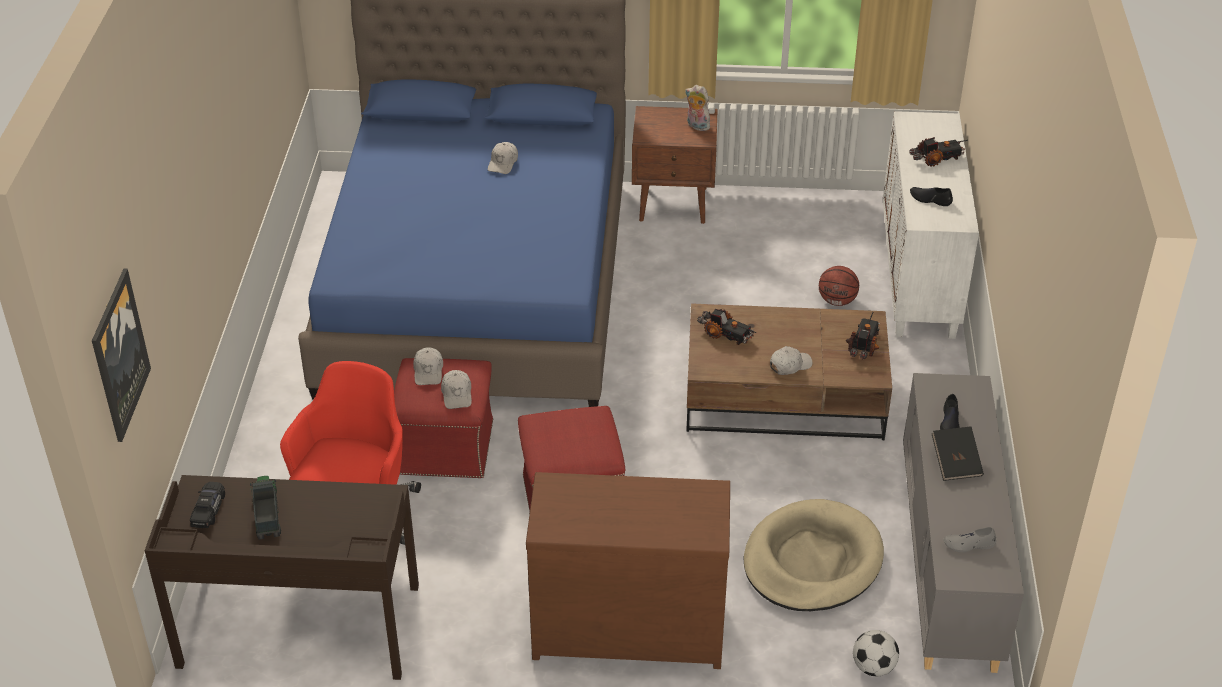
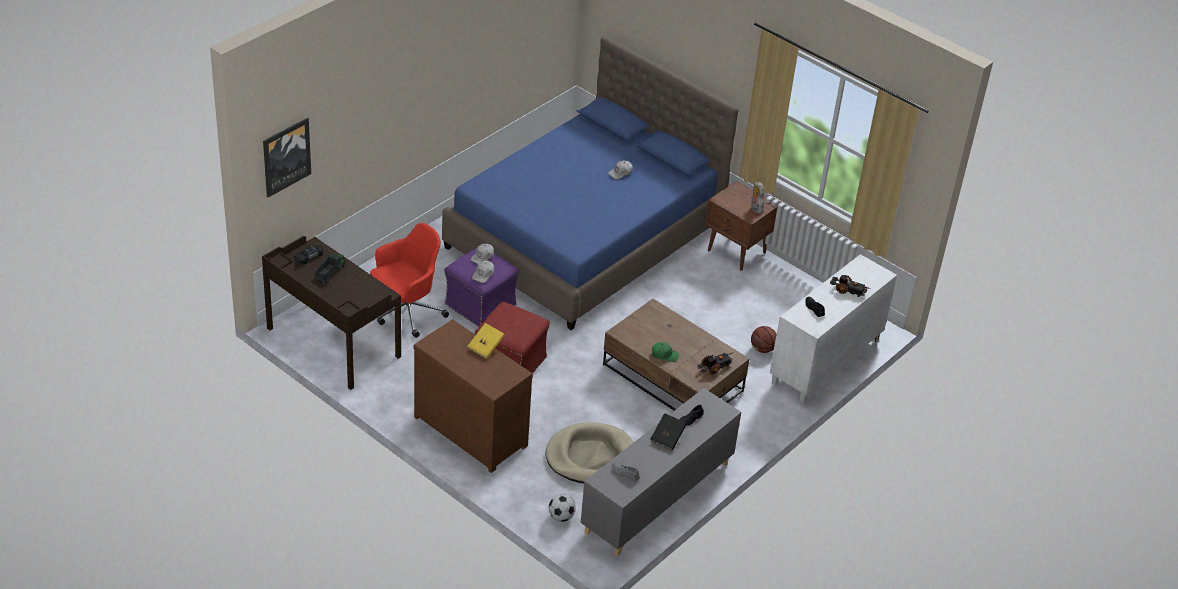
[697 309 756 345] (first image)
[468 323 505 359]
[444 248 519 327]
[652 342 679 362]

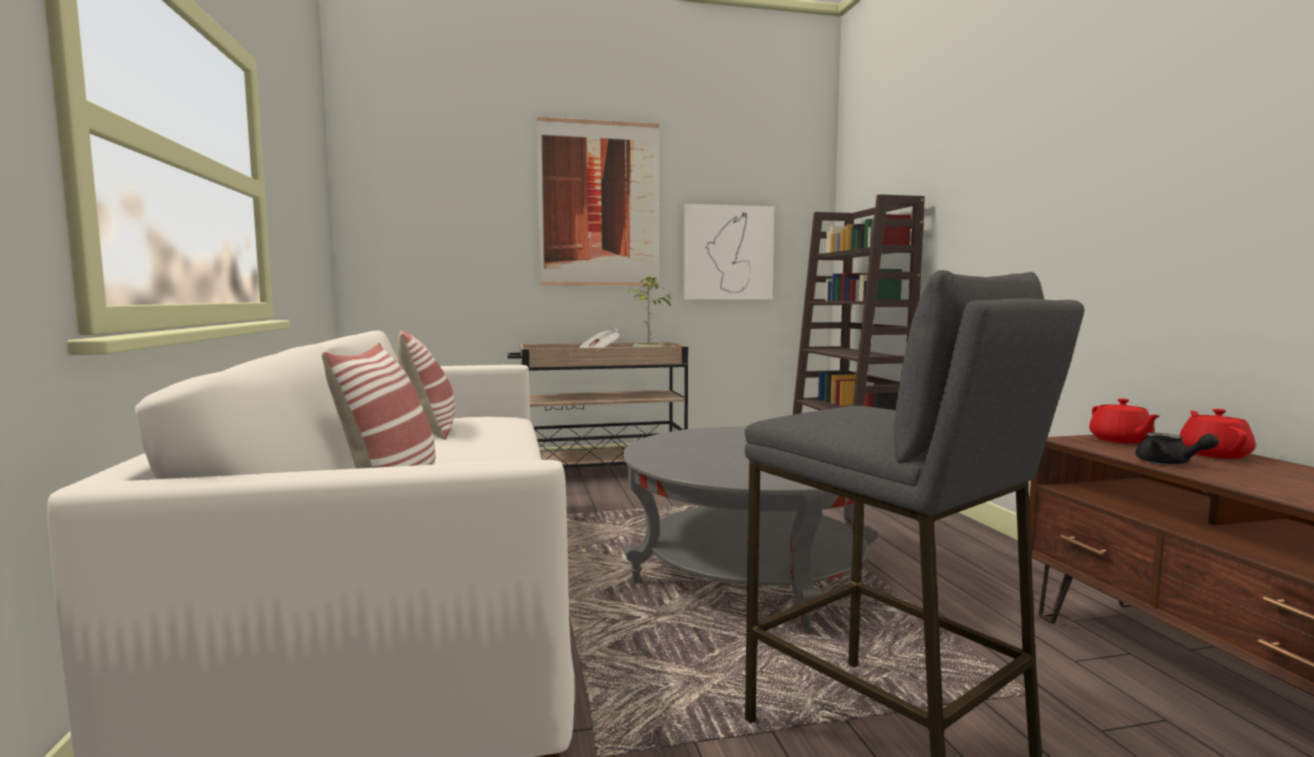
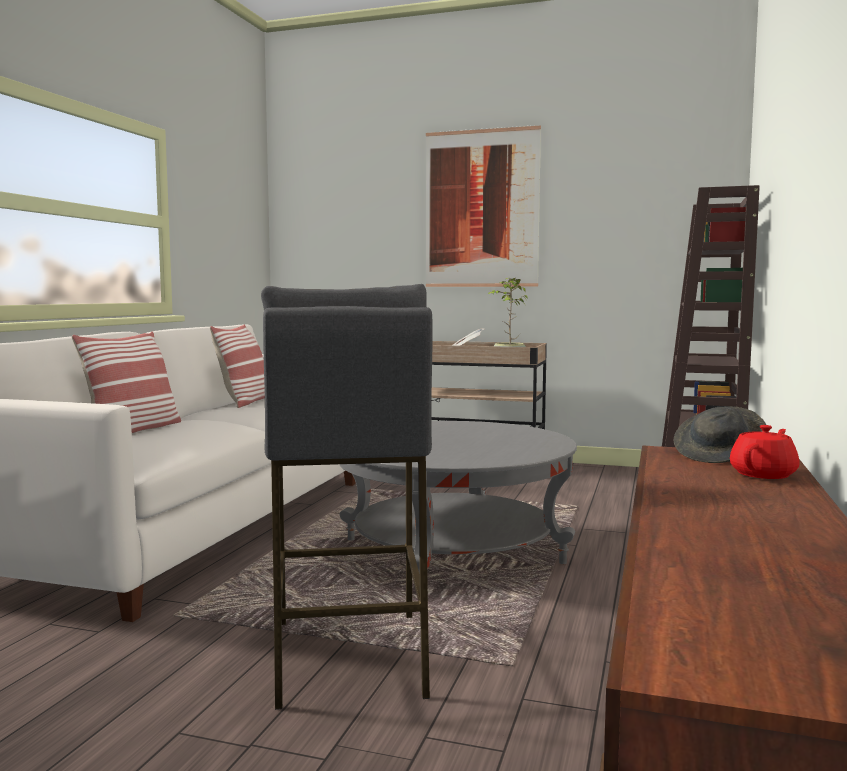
[683 204 775 300] (first image)
[1135 433 1219 465] (first image)
[673 406 766 463]

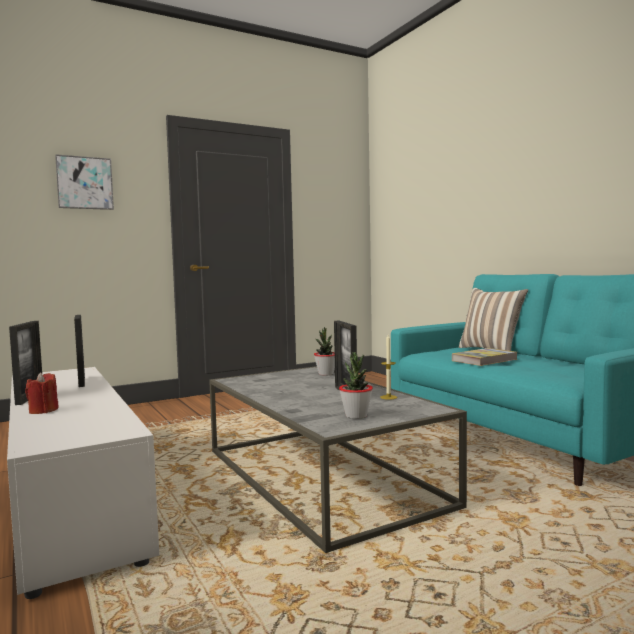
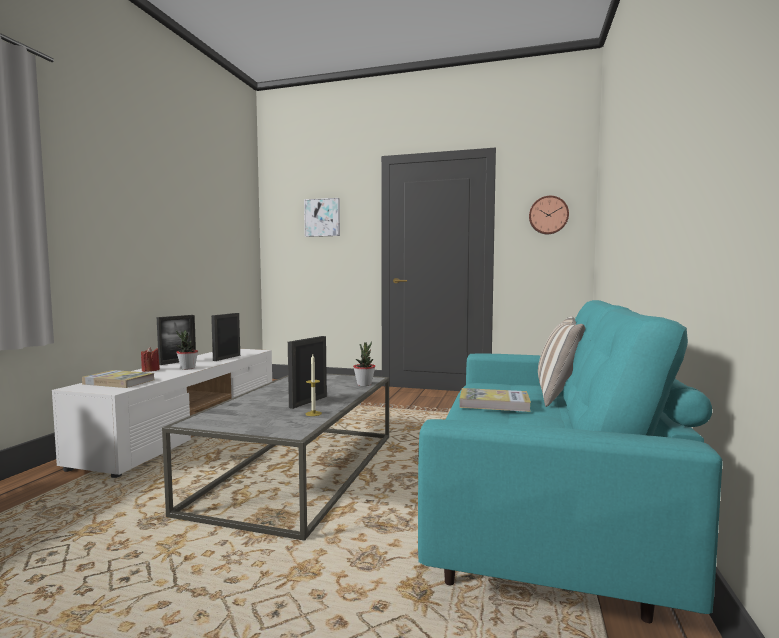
[82 370 154 388]
[529 196 569 234]
[176 330 198 370]

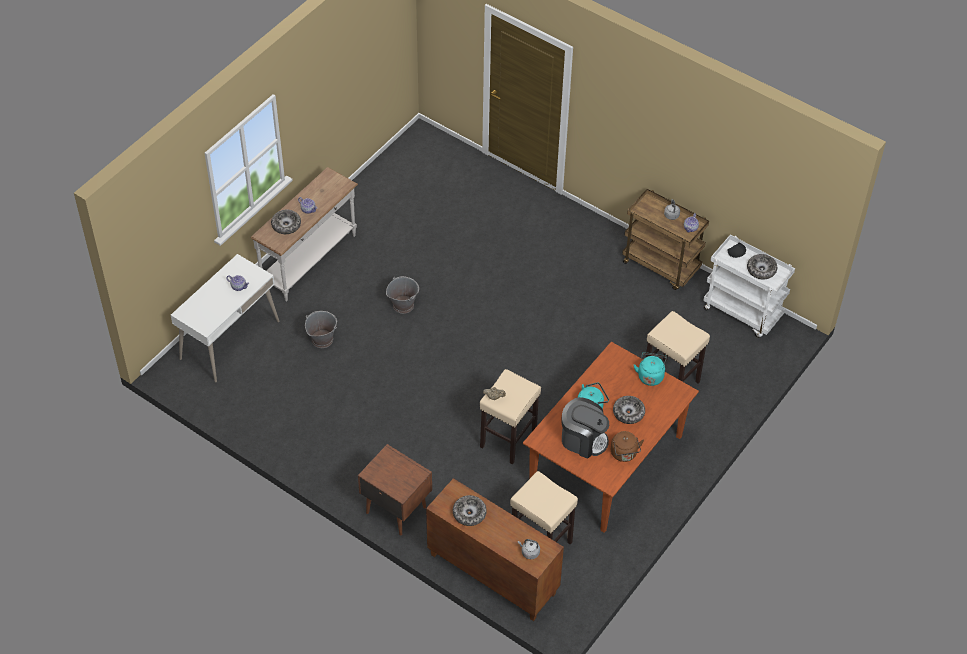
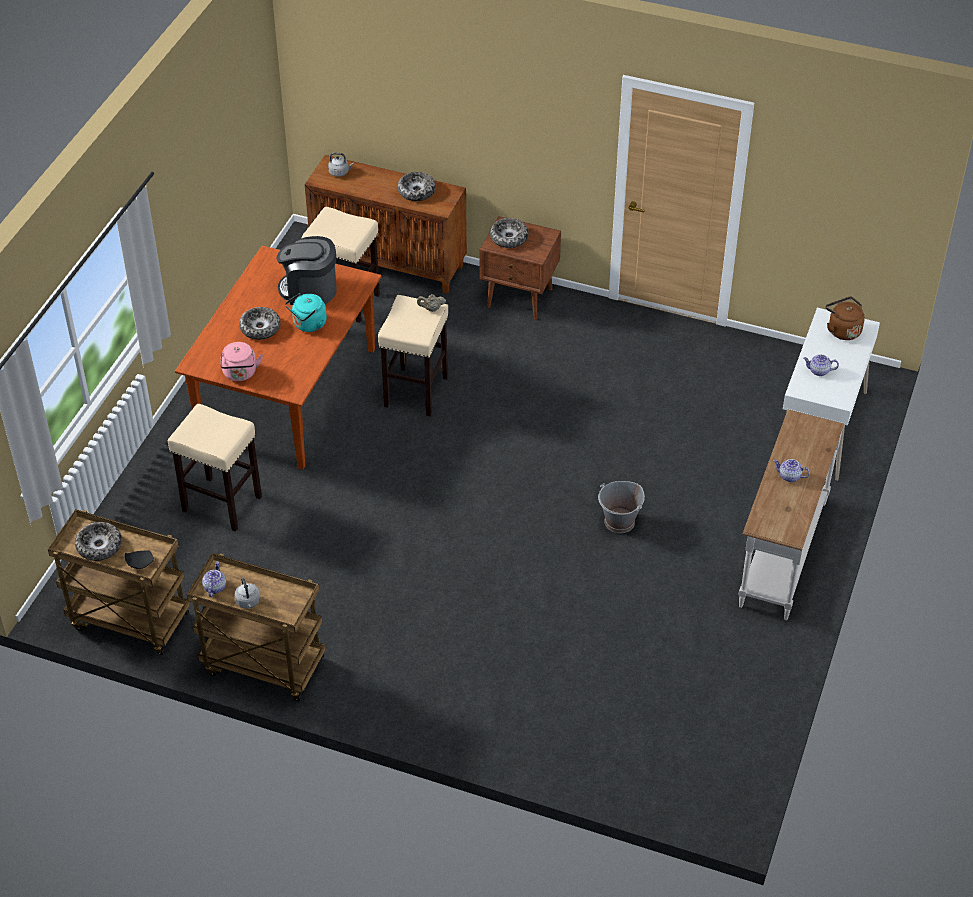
[305 311 337 348] (first image)
[490 218 529 248]
[825 297 865 340]
[220 342 263 381]
[48 509 190 655]

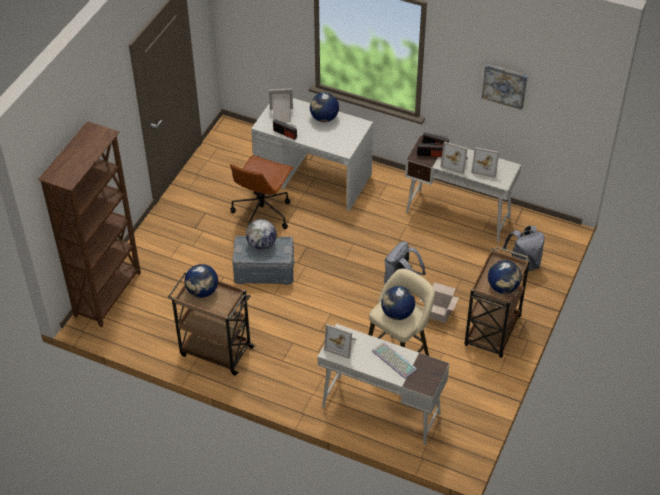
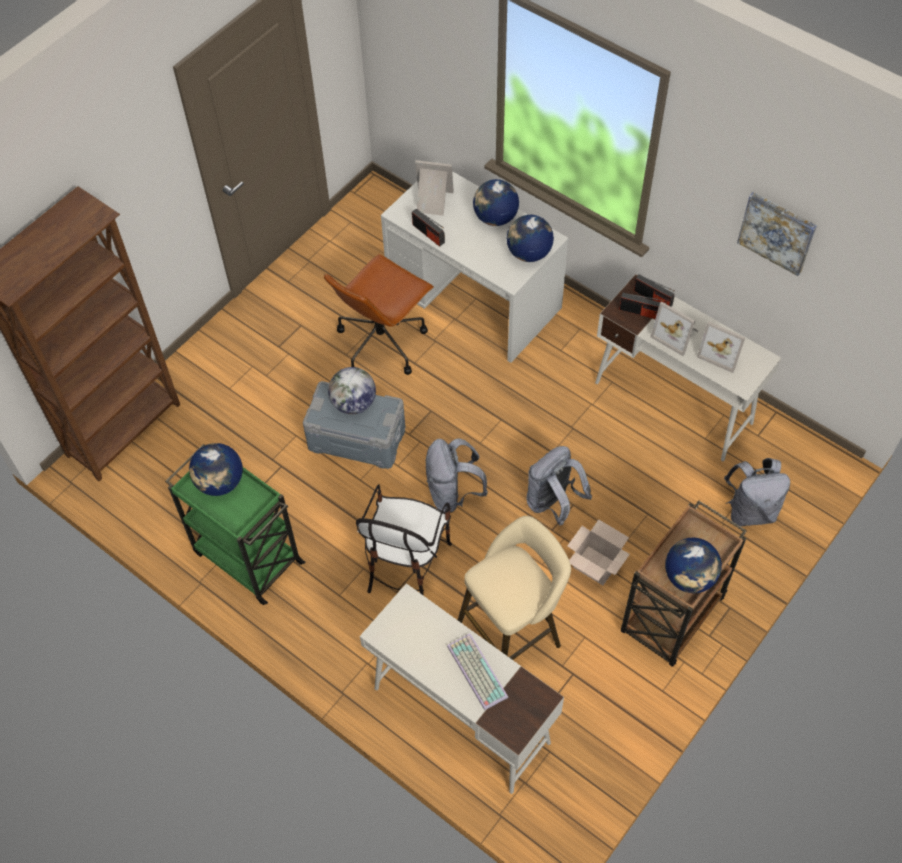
[324 324 356 359] (first image)
[356 484 452 596]
[426 438 488 513]
[507 215 554 262]
[165 444 305 605]

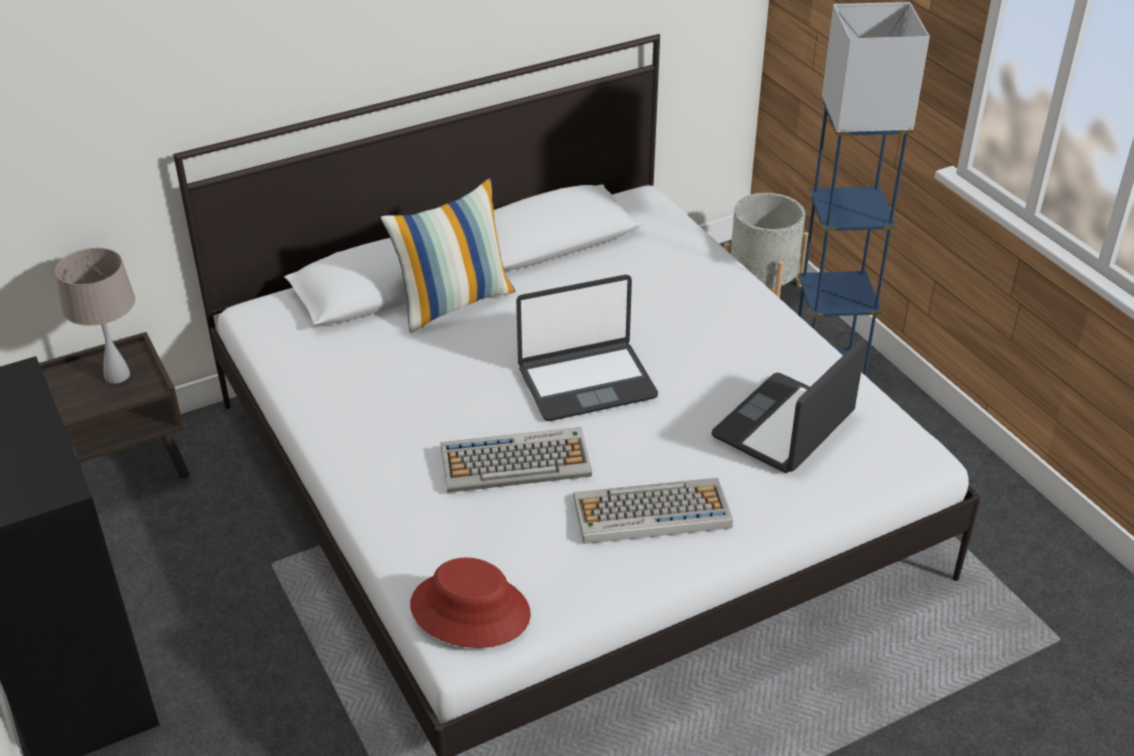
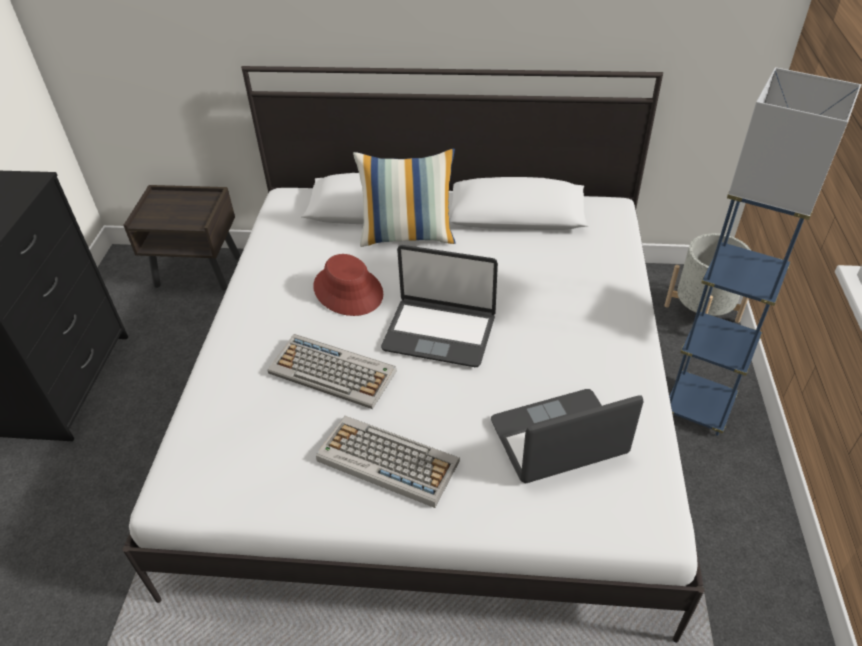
[55 248 135 384] (first image)
[313 254 383 316]

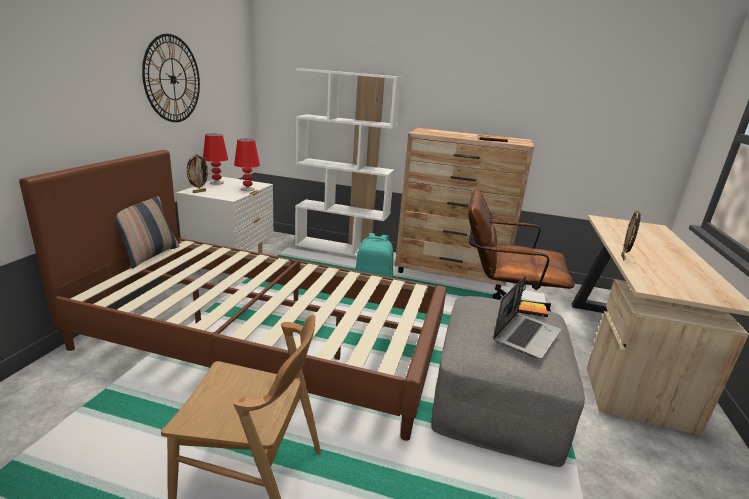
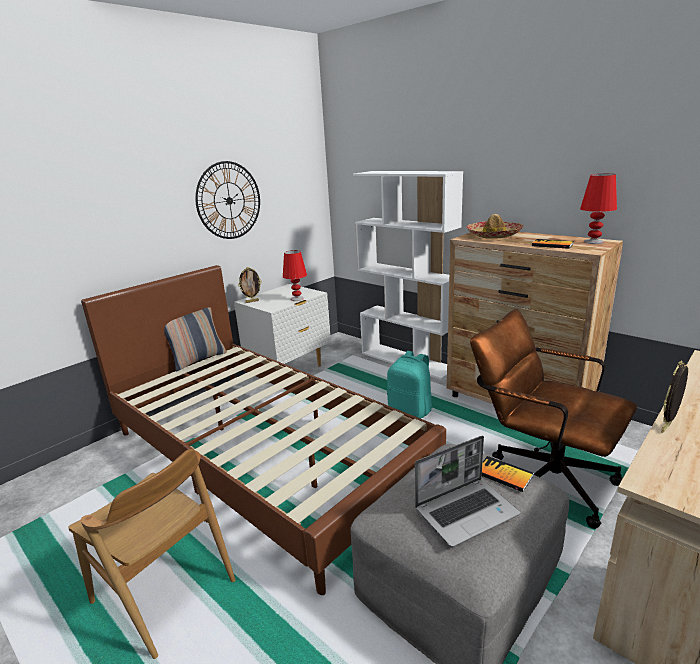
[467 214 524 239]
[580 174 617 244]

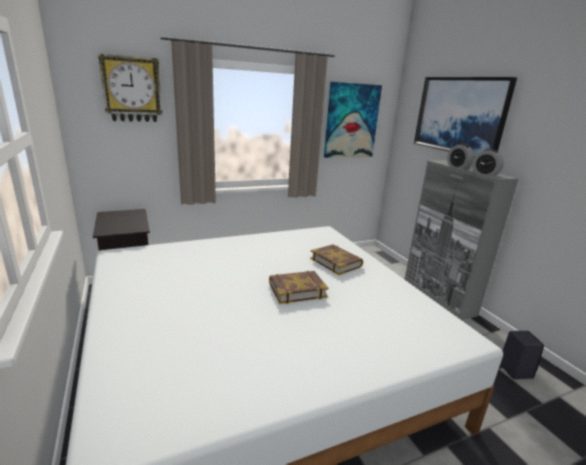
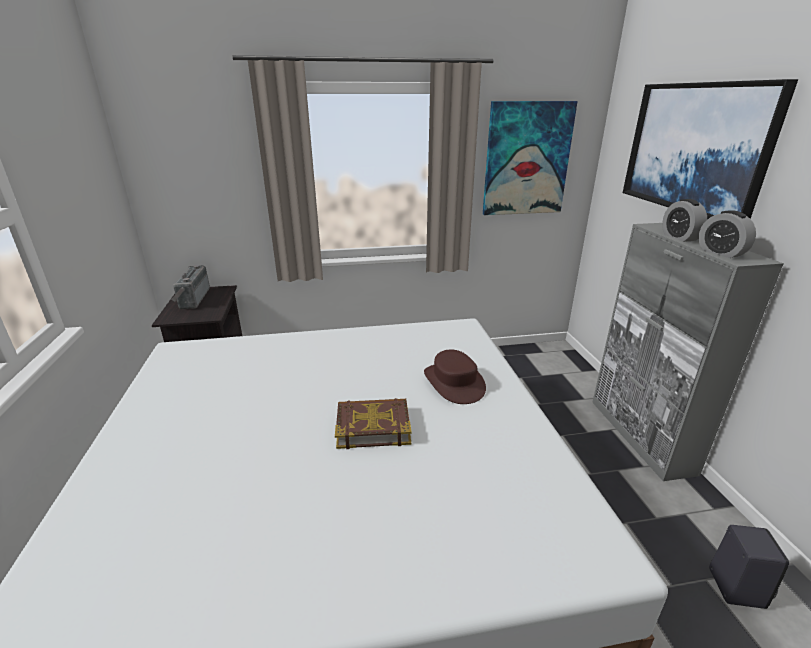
[98 54 163 122] (first image)
[171 265 210 309]
[424 349 486 404]

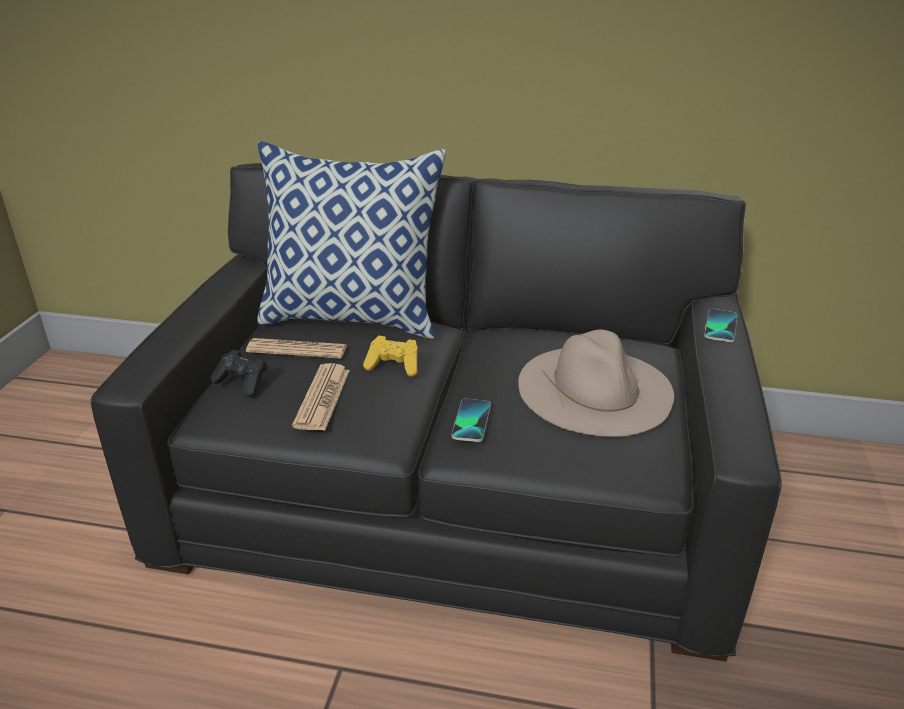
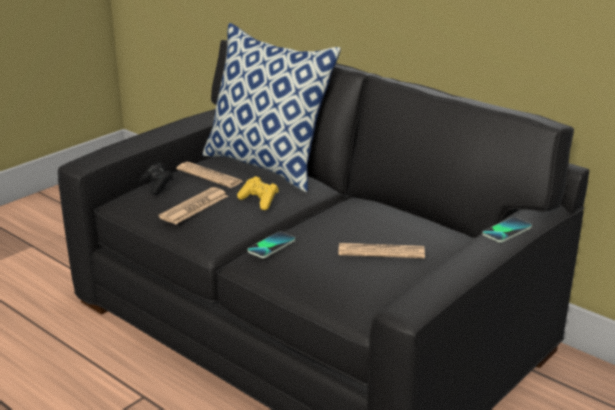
[338 243 425 259]

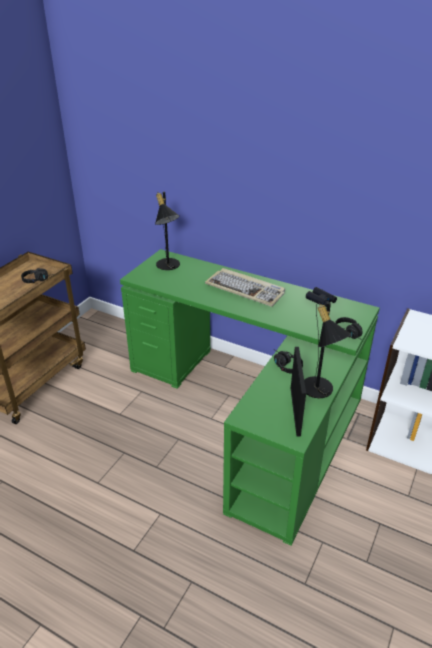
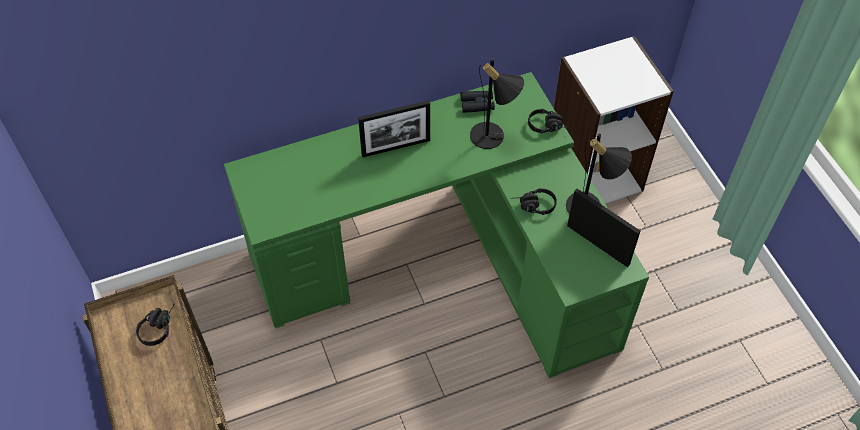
[470 59 524 149]
[358 100 430 157]

